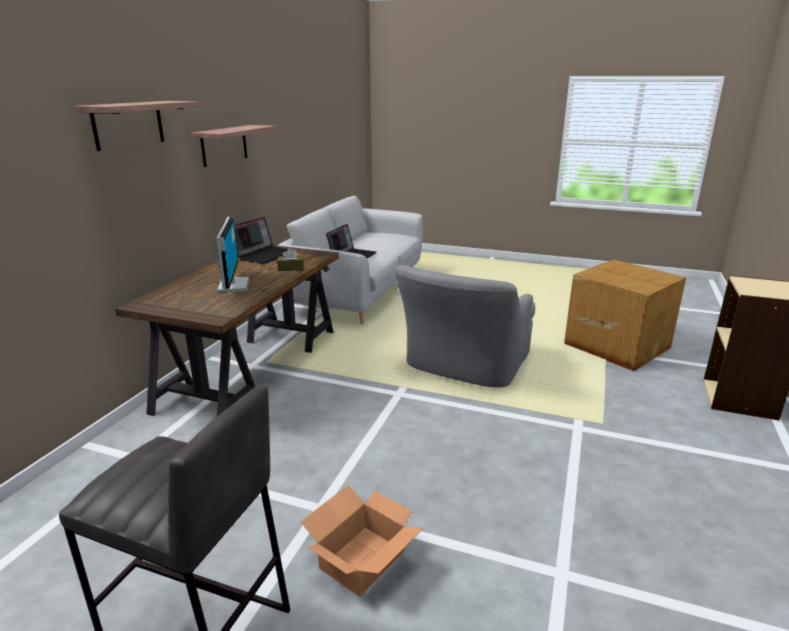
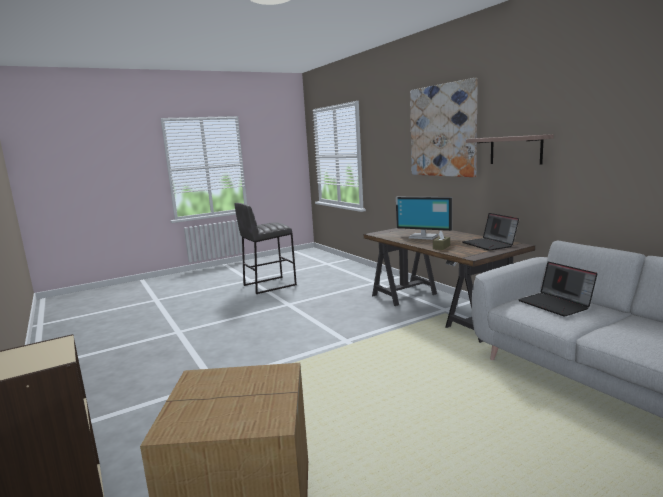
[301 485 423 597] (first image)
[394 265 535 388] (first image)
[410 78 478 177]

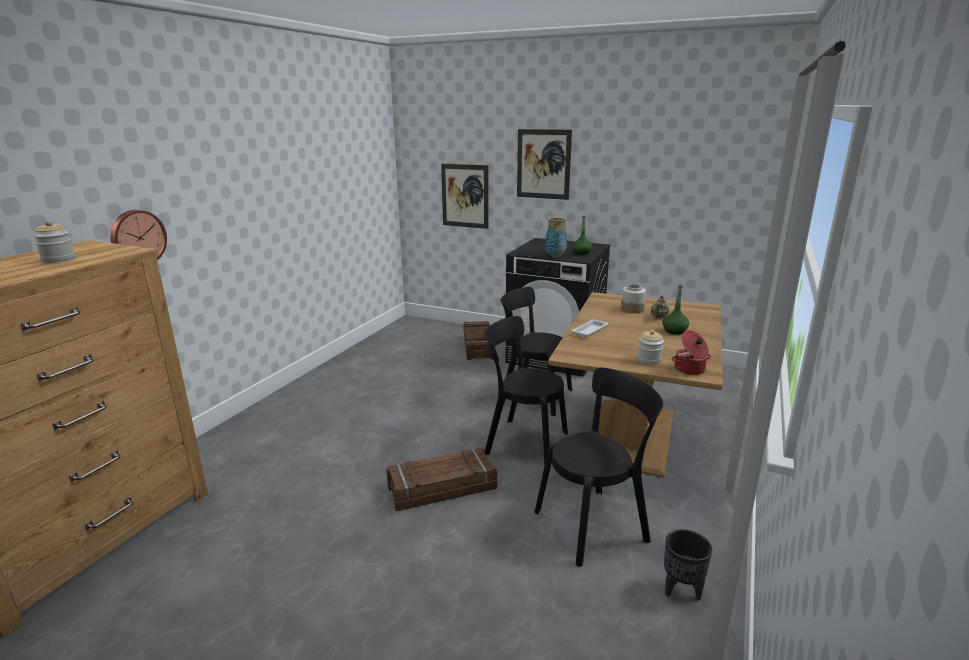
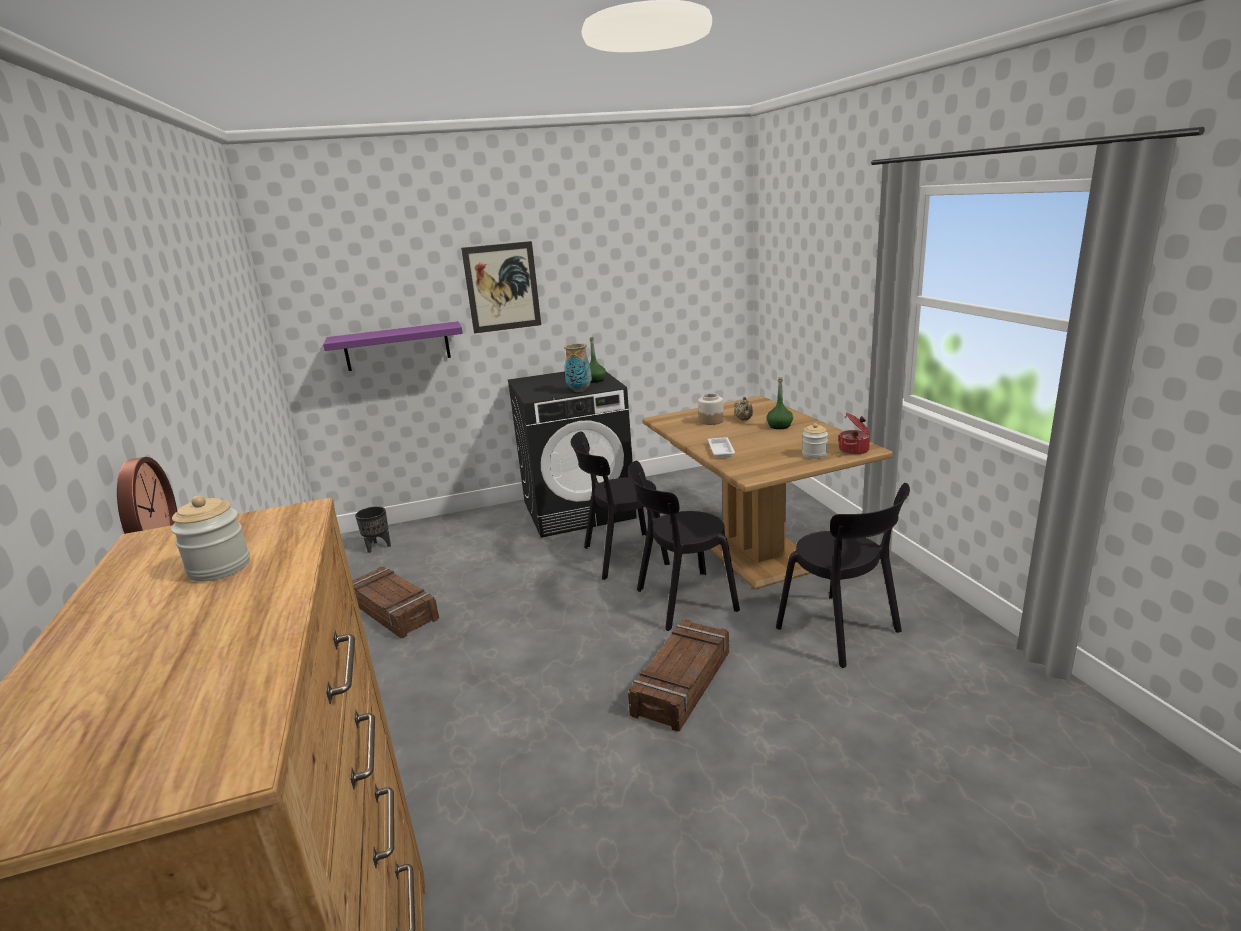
[352 567 439 638]
[355 506 391 553]
[323 321 463 371]
[776 483 910 668]

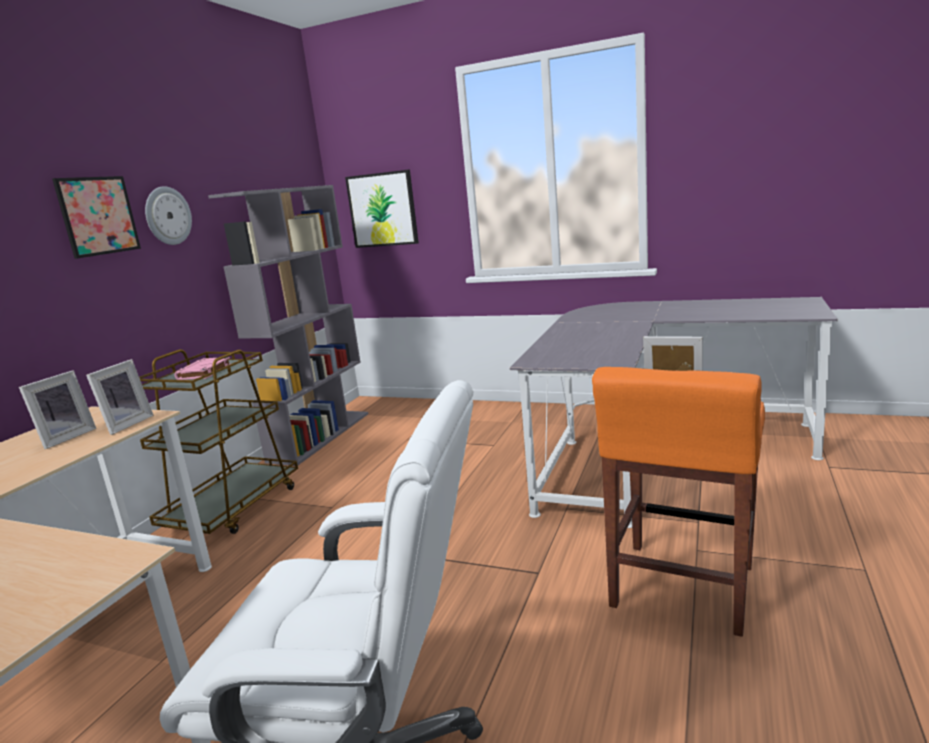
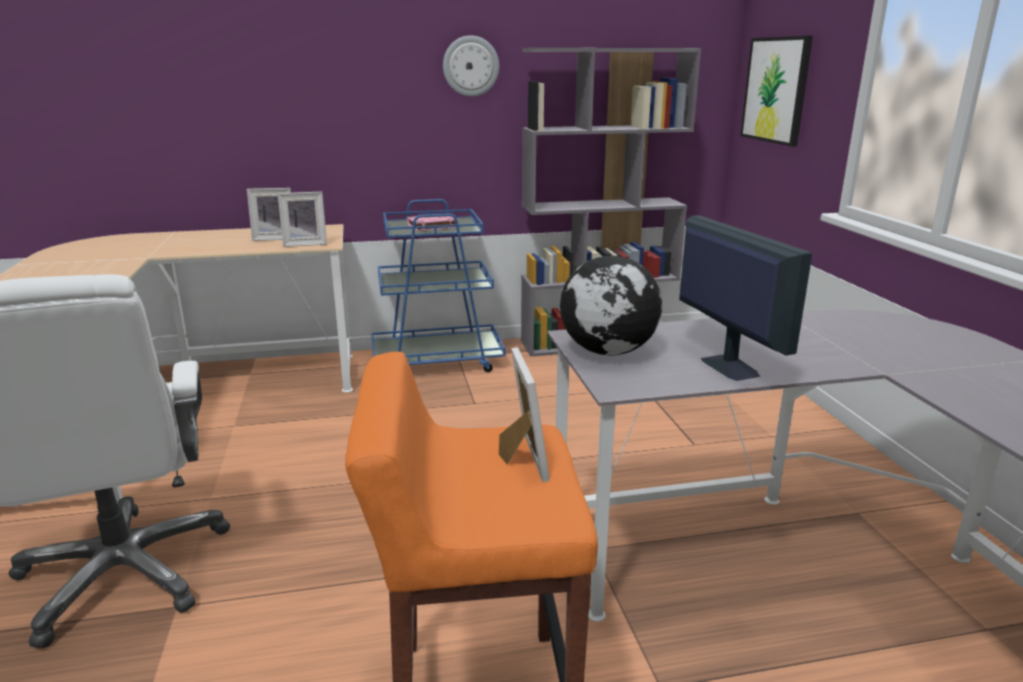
[52 176 141 259] (first image)
[560 256 663 356]
[679 215 812 381]
[371 199 506 372]

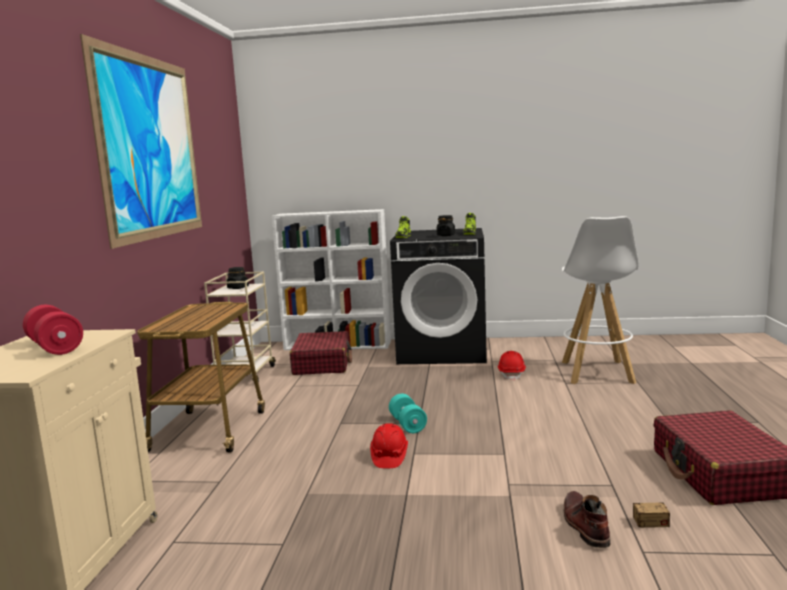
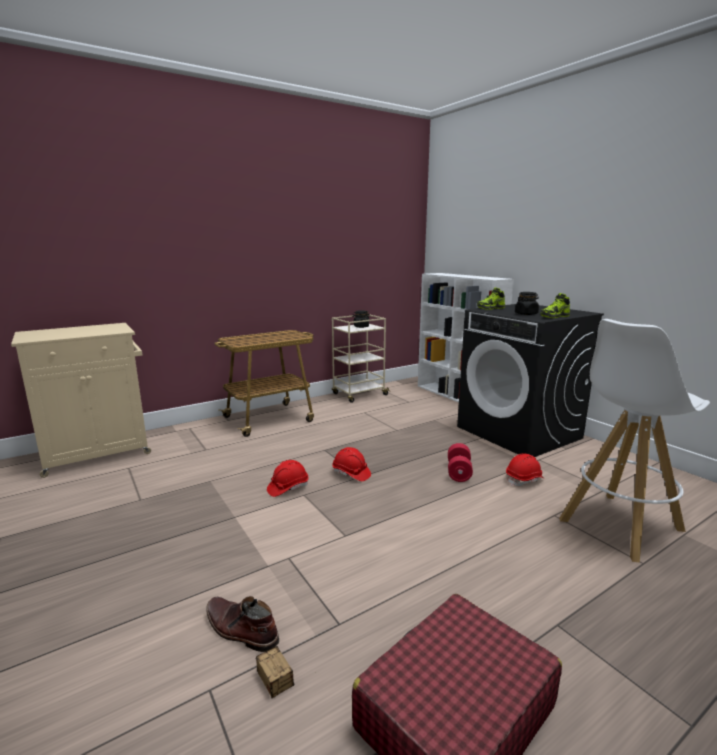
[80 34 202 249] (first image)
[290 331 352 375] (first image)
[448 443 473 482]
[332 447 371 481]
[206 596 279 652]

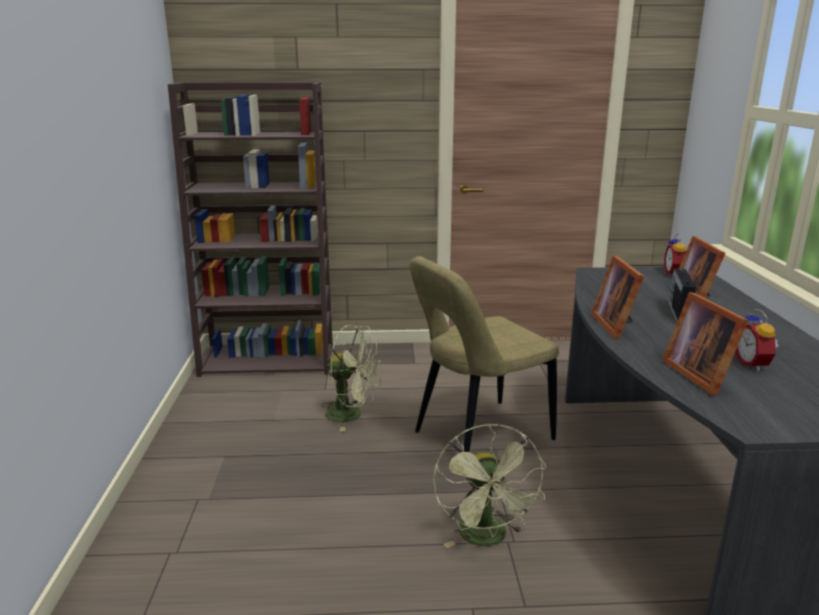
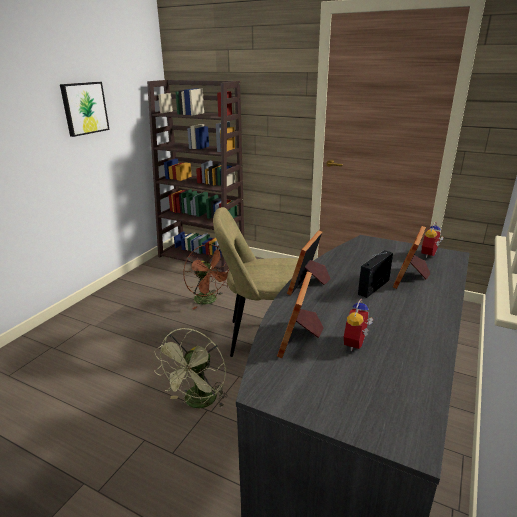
[60 82 110 137]
[183 244 230 310]

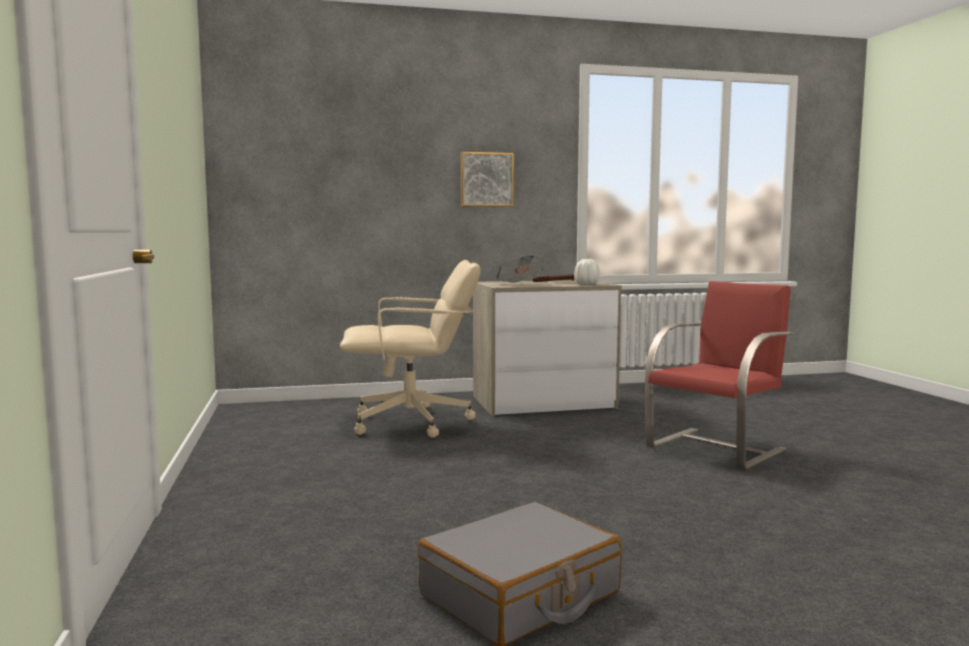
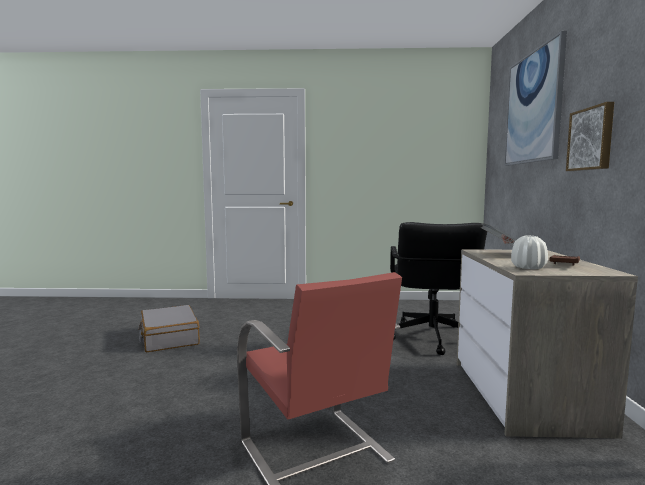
[504 31 567 166]
[390 222 487 355]

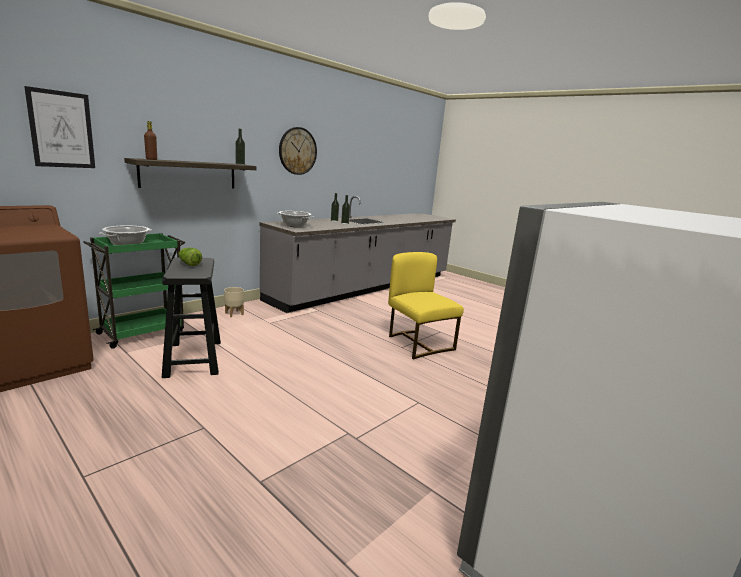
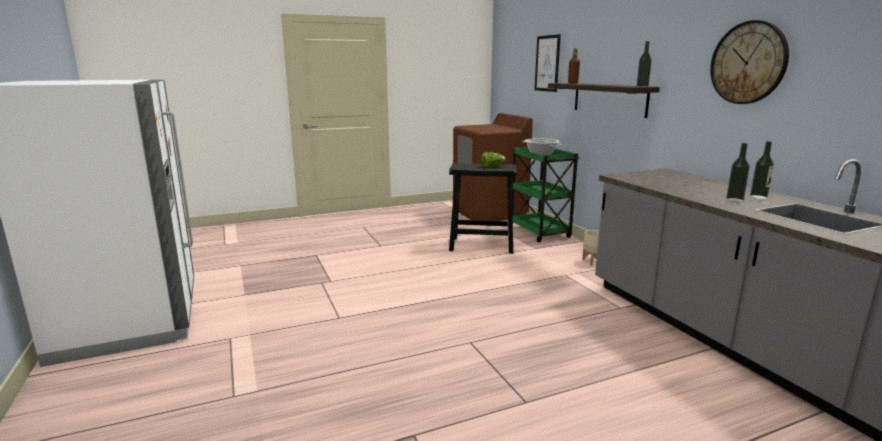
[277 211 313 227] (first image)
[388 252 464 359] (first image)

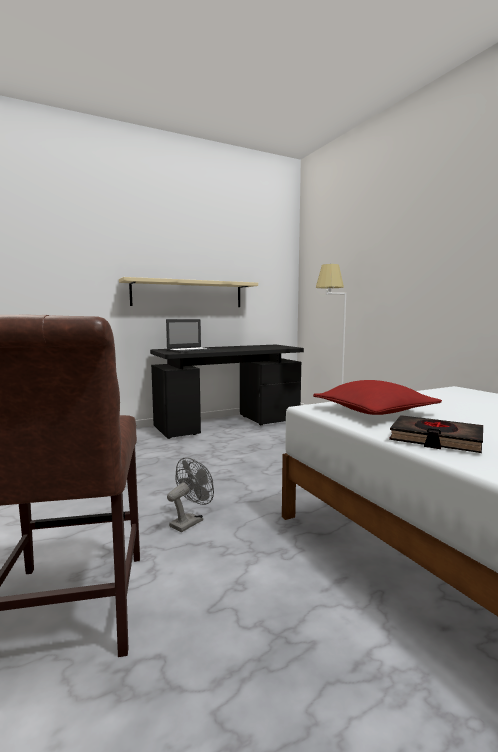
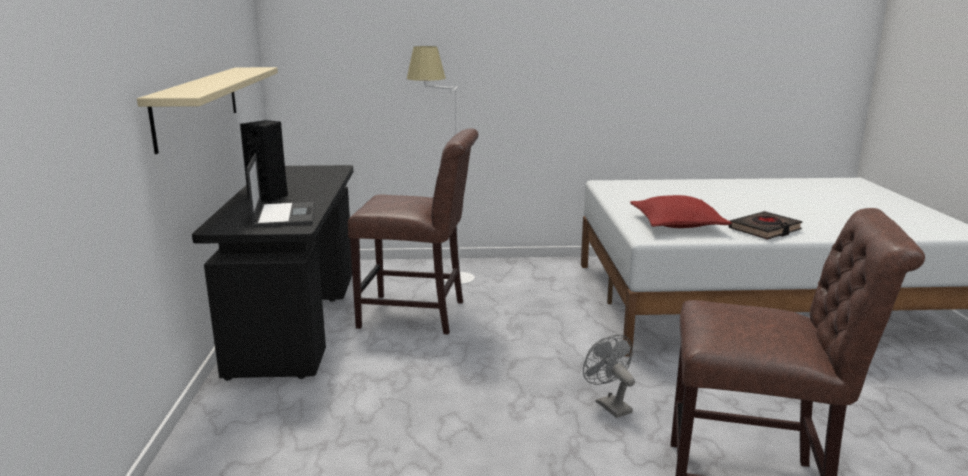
[240 120 288 203]
[348 128 478 335]

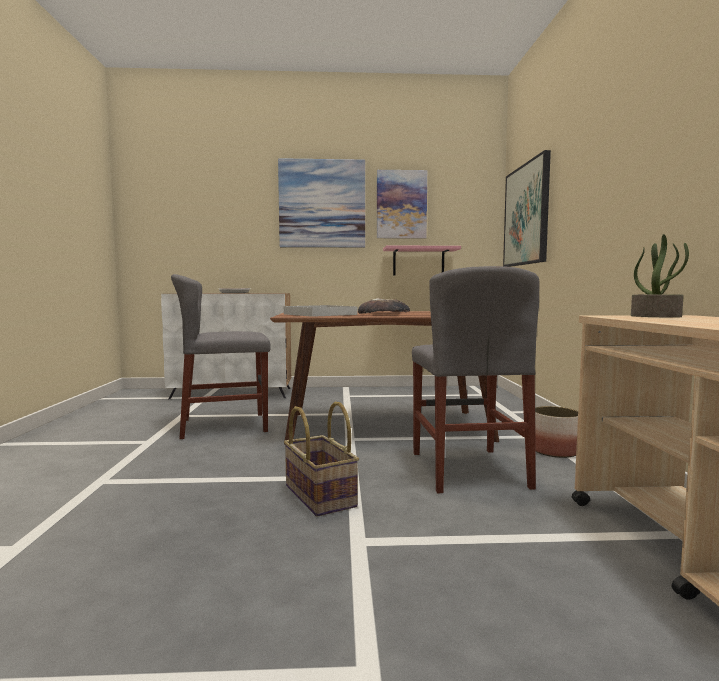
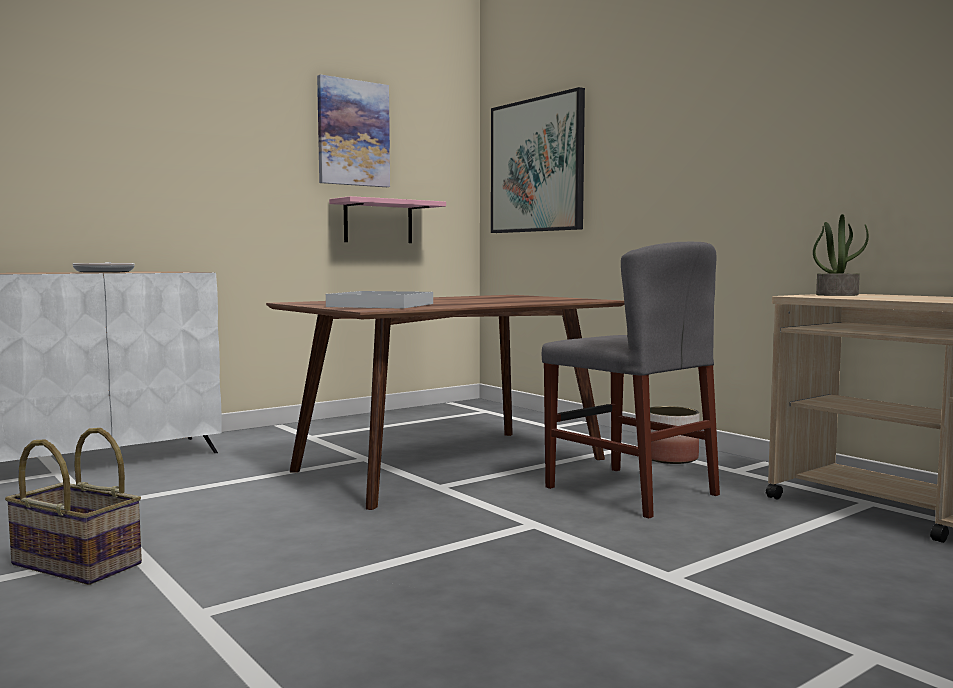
[171 274 271 439] (first image)
[278 158 365 248] (first image)
[358 298 410 314] (first image)
[5 428 142 585]

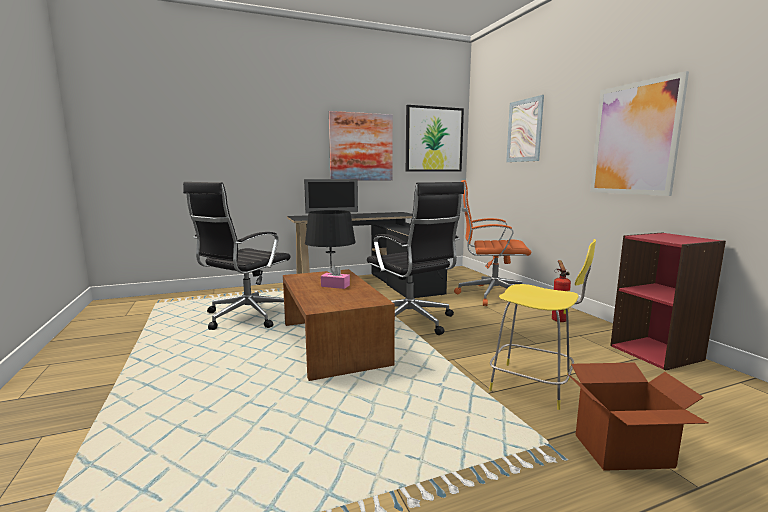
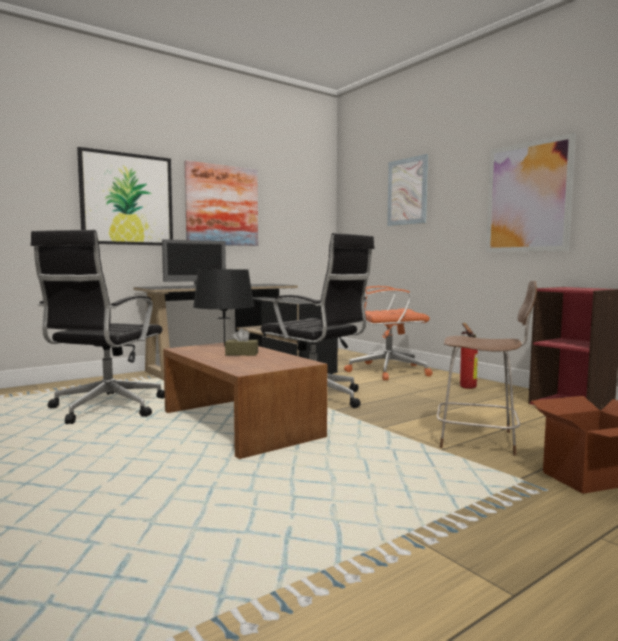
[77 147 173 245]
[225 328 258 356]
[437 281 537 456]

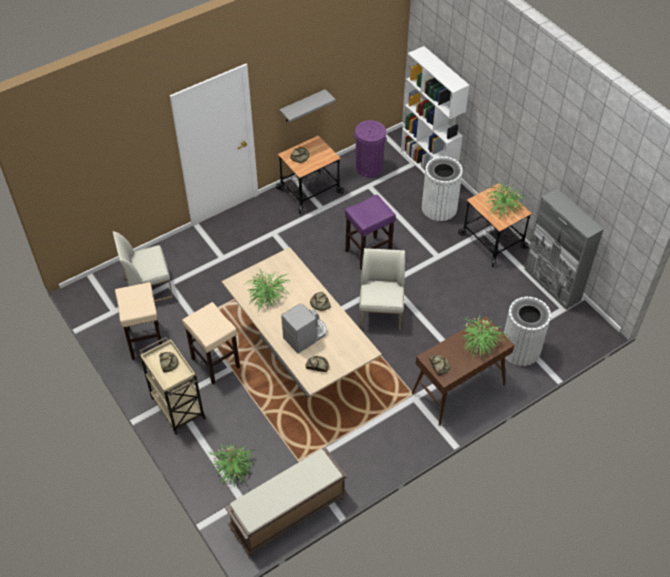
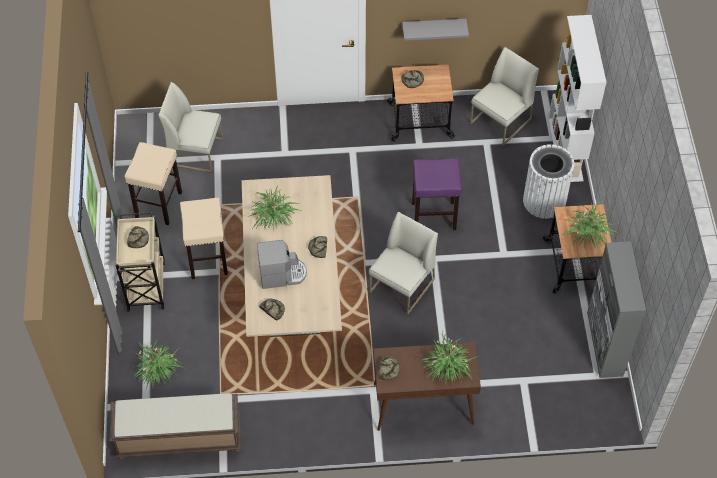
[504 297 551 366] (first image)
[470 47 539 146]

